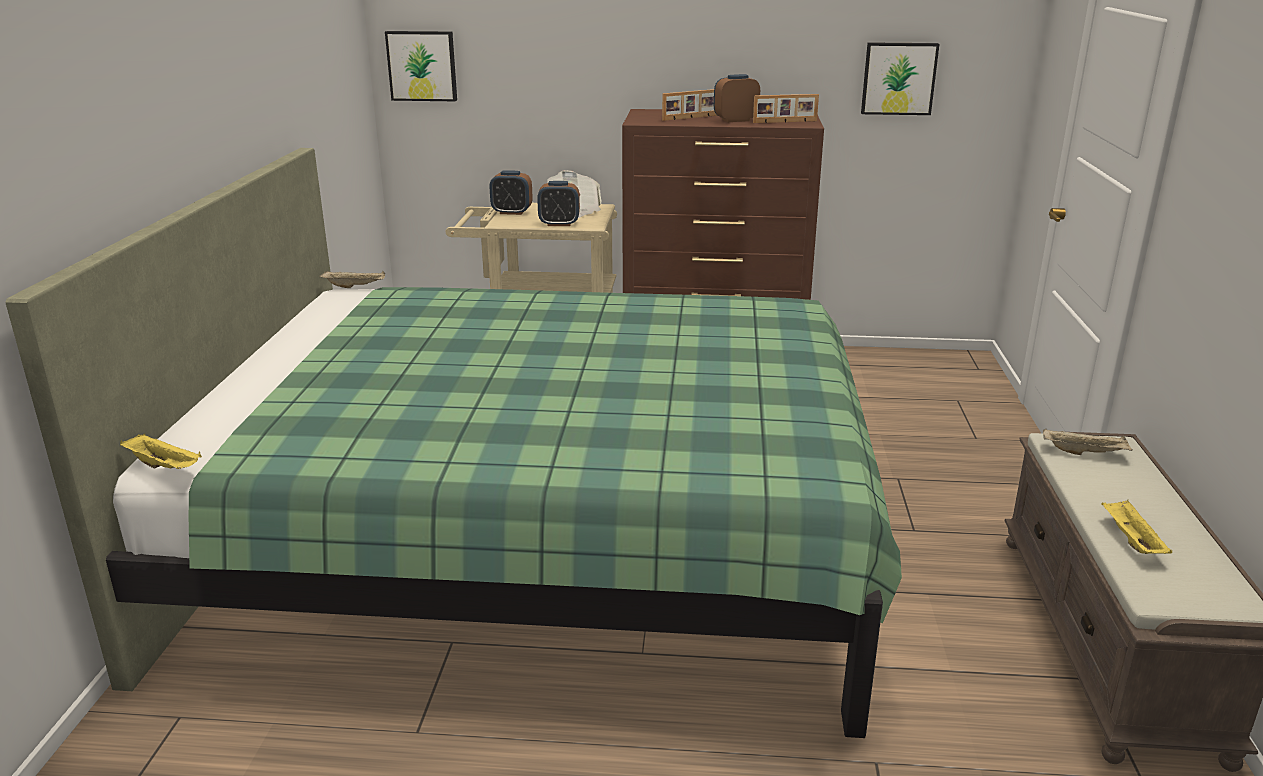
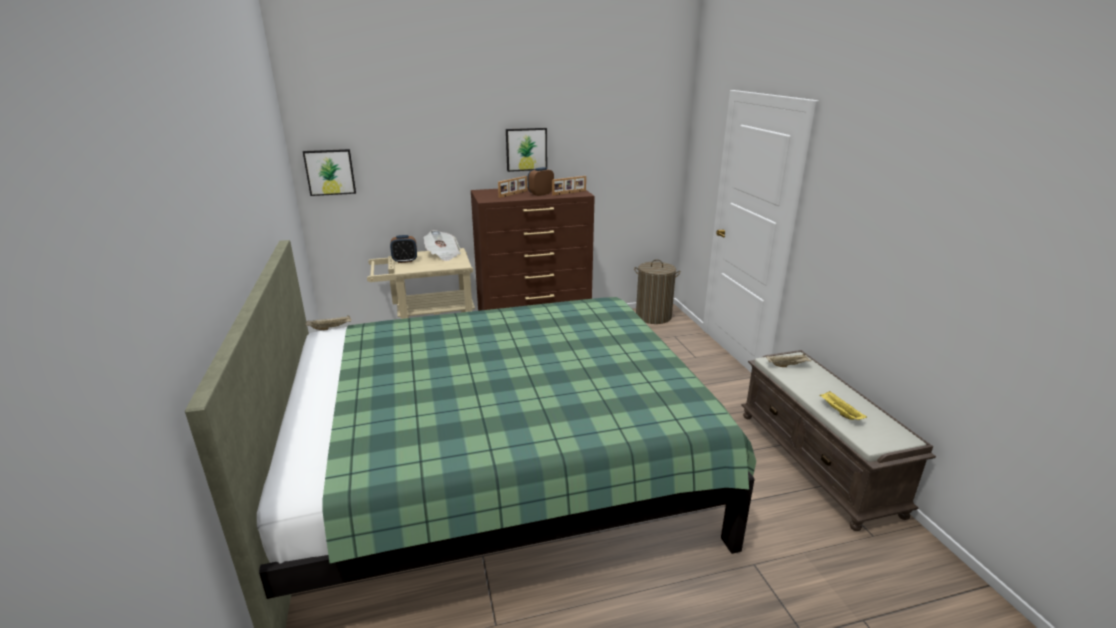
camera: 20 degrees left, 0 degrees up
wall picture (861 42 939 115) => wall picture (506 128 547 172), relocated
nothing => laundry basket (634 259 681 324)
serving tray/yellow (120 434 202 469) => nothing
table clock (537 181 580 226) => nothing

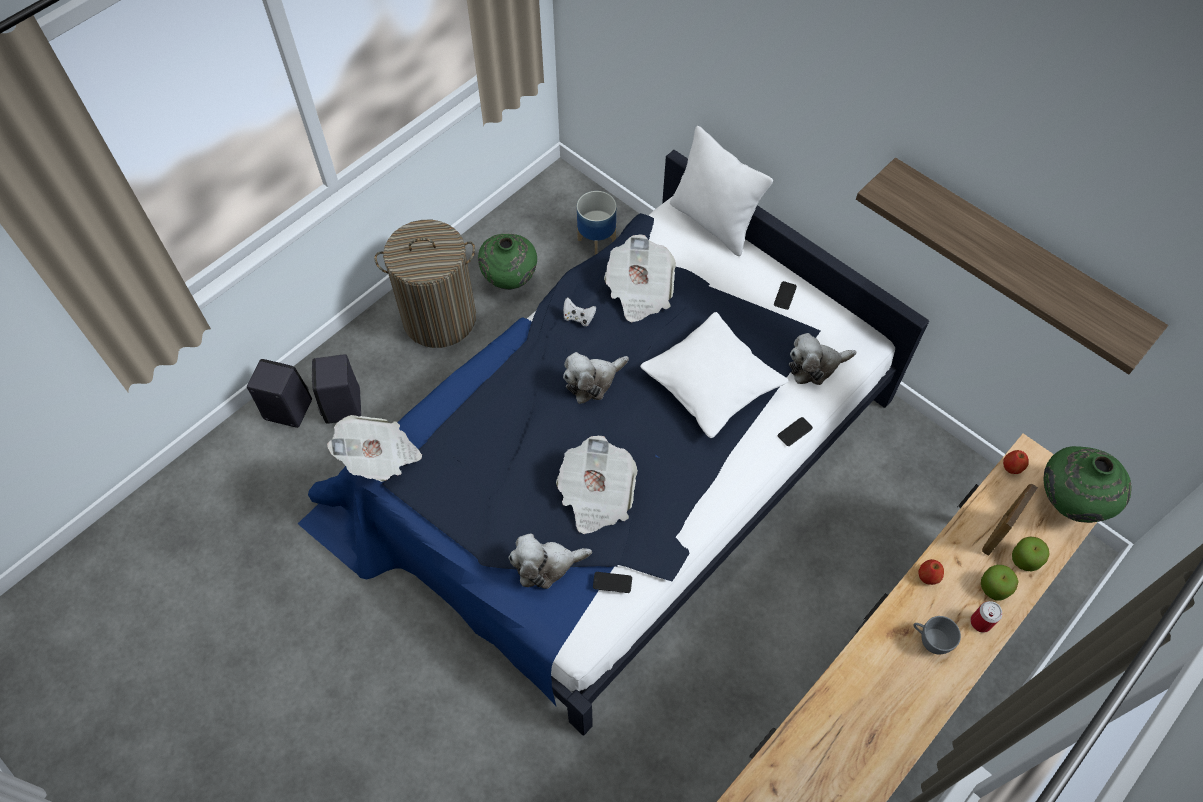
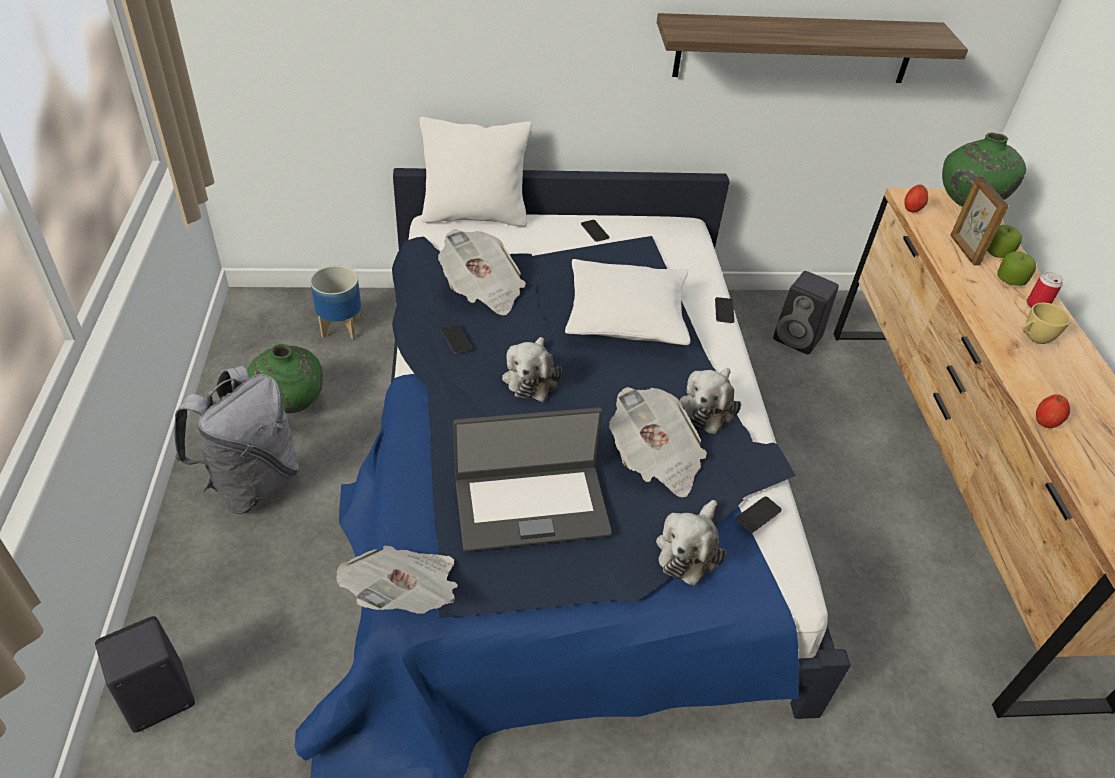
camera: 50 degrees left, 15 degrees down
laundry basket (374 220 476 348) => knapsack/grey (174 366 300 514)
gamepad/white-coloured (563 297 596 326) => handset (441 324 472 354)
nothing => notebook computer (453 407 612 552)
soft toy (789 333 856 385) => soft toy (680 368 741 434), relocated
audio speaker/black-coloured (311 354 361 424) => audio speaker/black-coloured (773 271 839 355), relocated
cup/grey (914 616 961 654) => cup/yellow (1022 303 1071 344)
apple fruit (918 559 944 585) => apple fruit (1036 394 1070 428), relocated

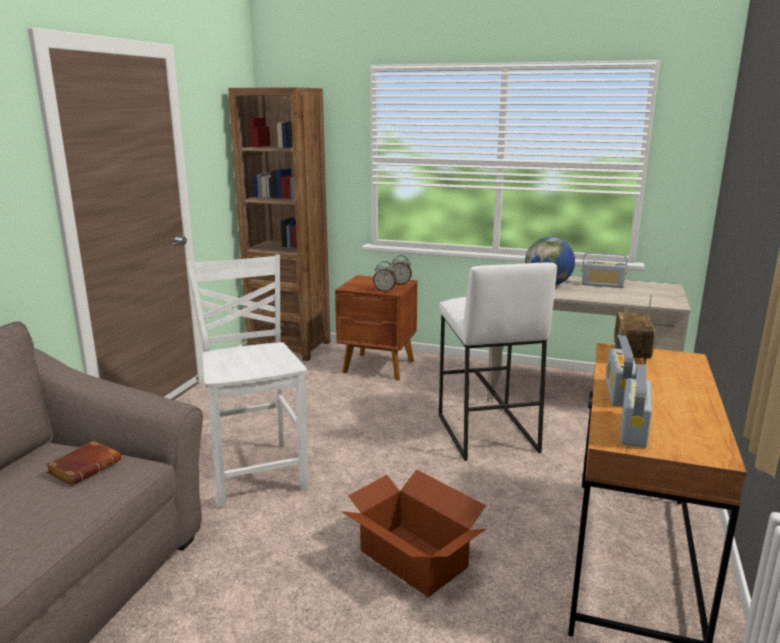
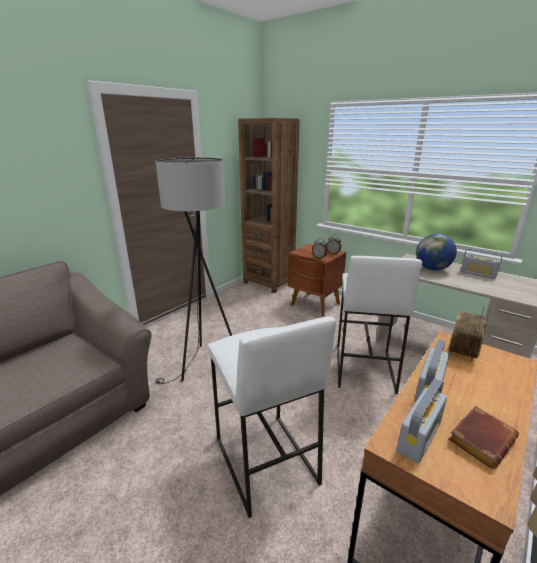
camera: 20 degrees right, 5 degrees up
plain chair/white-coloured (186 255 309 508) => floor lamp/grey (155 158 232 384)
packing box (341 469 486 597) => stool/white-coloured (208 316 336 518)
book/brown-coloured (45 441 121 486) => book/brown-coloured (448 406 519 469), relocated

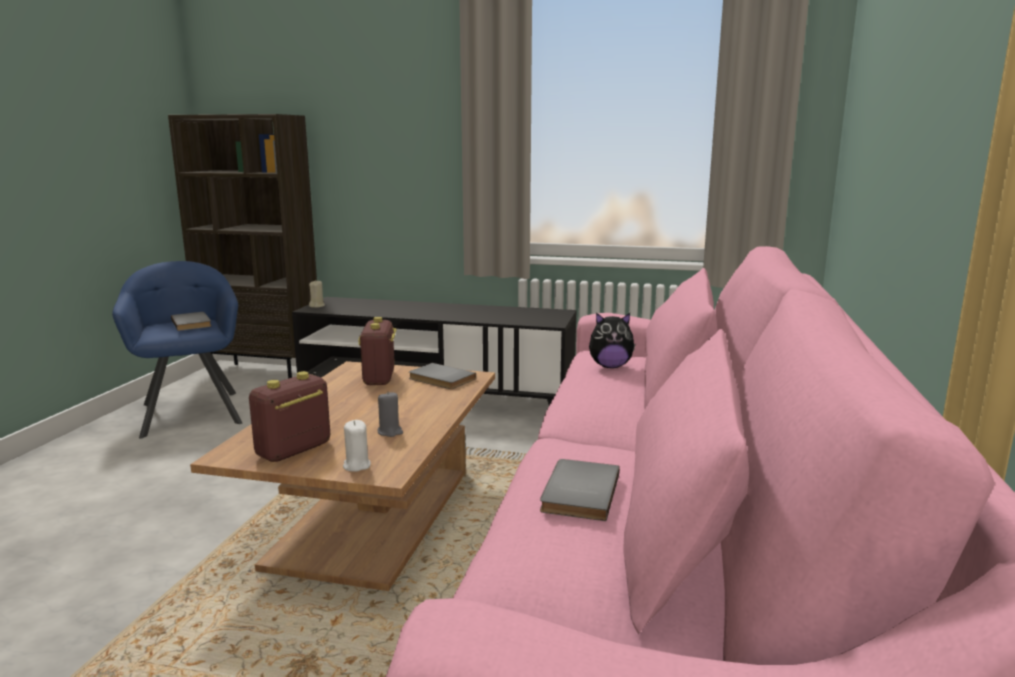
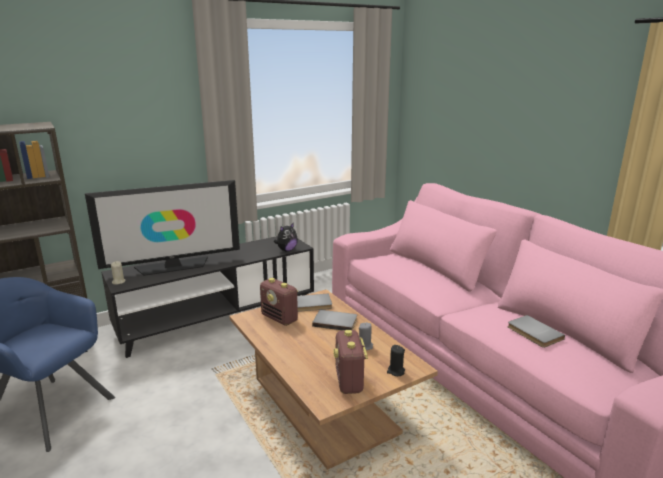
camera: 45 degrees left, 5 degrees up
nothing => television (85 180 240 276)
soft toy (589 313 636 368) => soft toy (274 223 298 251), relocated
book/grey (171 312 211 331) => book/grey (312 310 357 330), relocated
candle/white-coloured (343 420 371 472) => candle/black-coloured (387 345 405 376)

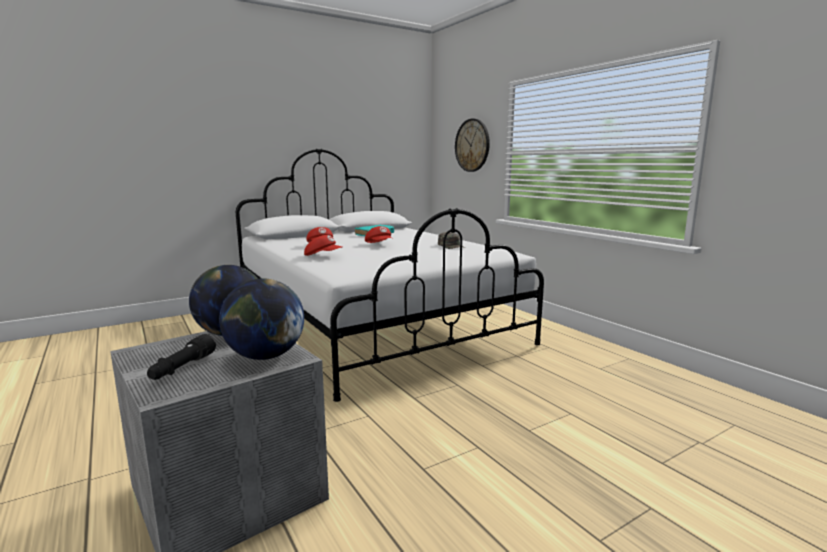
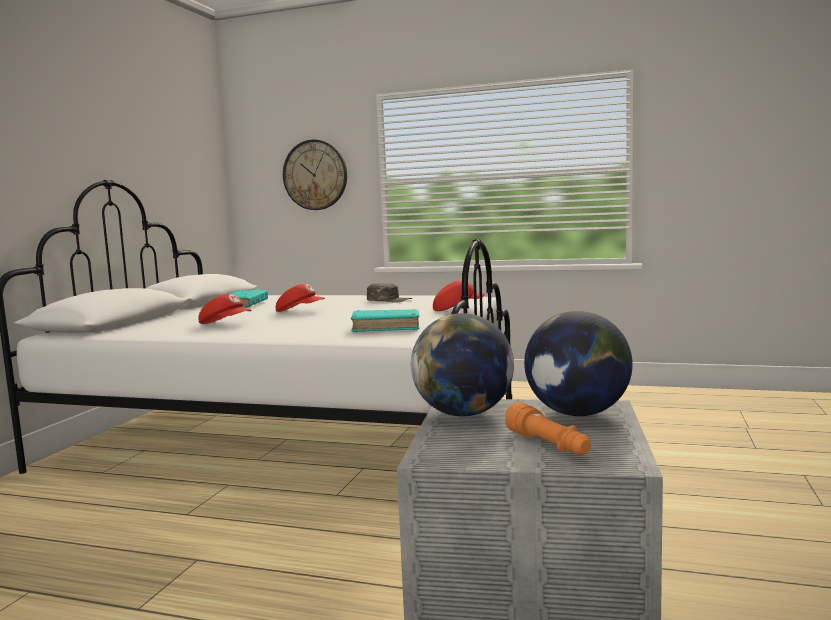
camera: 40 degrees left, 5 degrees down
nothing => book/turquoise (351 309 419 332)
peaked cap/reddish (304 235 342 256) => peaked cap/reddish (433 280 485 311), relocated
flashlight/black-coloured (147 334 216 380) => flashlight/orange-coloured (505 402 591 455)

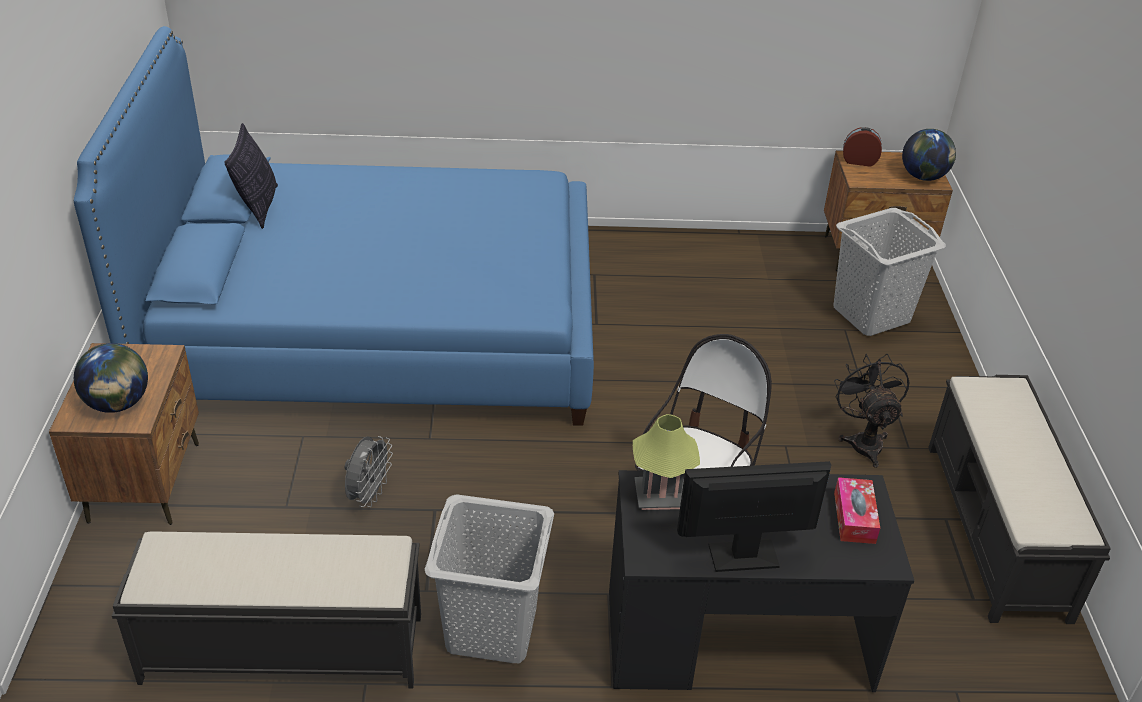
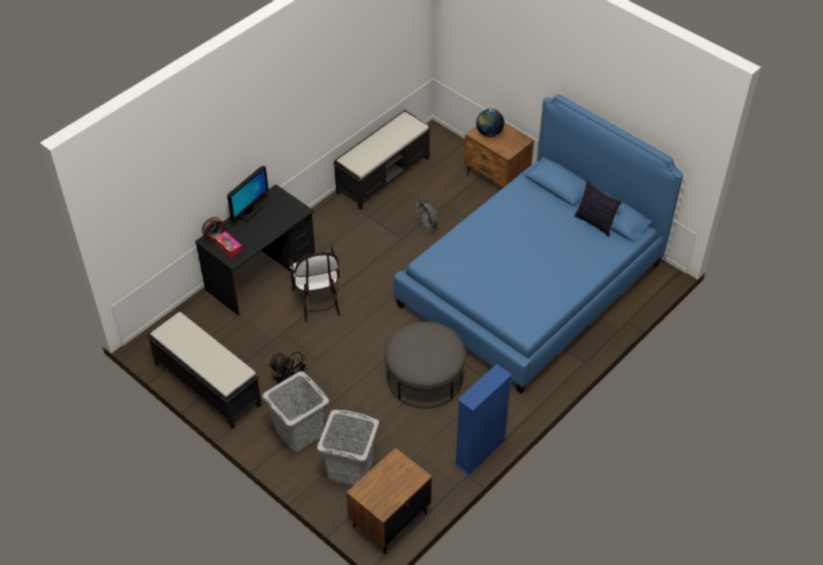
camera: 135 degrees right, 10 degrees up
table clock (843 127 882 167) => table clock (202 217 226 242), relocated
laundry basket/grey (425 494 554 663) => laundry basket/grey (263 371 329 452), relocated
nothing => ottoman/grey (385 322 466 408)
nothing => bookshelf/blue (454 364 512 476)
lamp for a table (633 414 700 510) => nothing
desk globe (902 129 956 181) => nothing

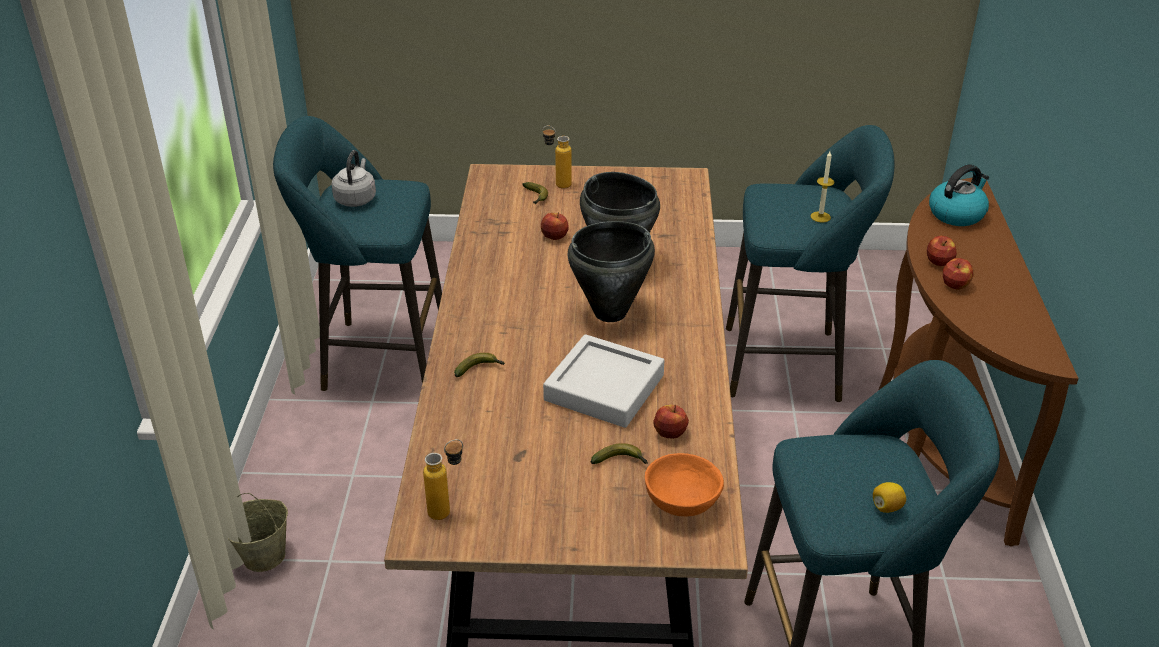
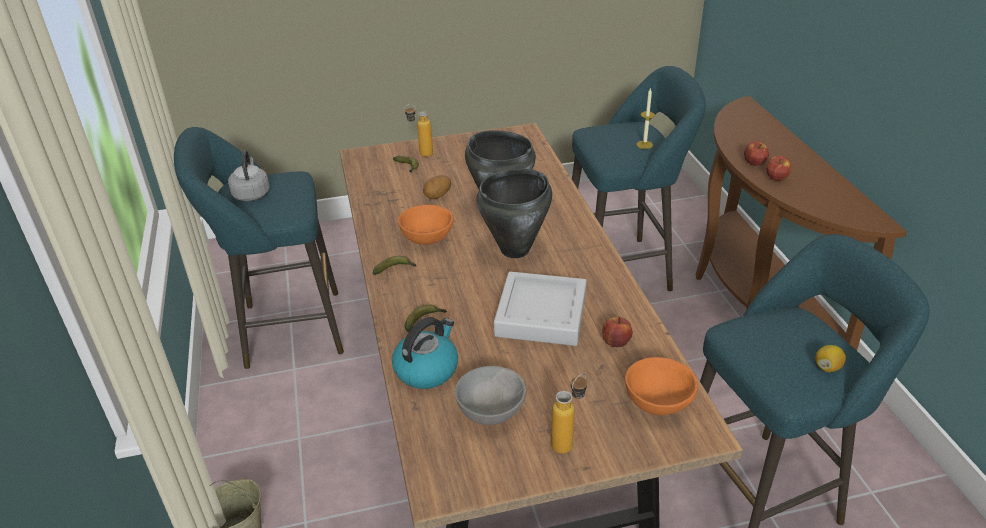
camera: 15 degrees left, 0 degrees up
banana (591 443 648 464) => banana (373 256 416 275), relocated
water kettle (929 164 989 226) => water kettle (392 317 458 389), relocated
nothing => serving bowl/orange-coloured (398 205 453 245)
apple fruit (541 212 569 240) => potato (423 175 451 199)
nothing => serving bowl/grey (455 366 527 425)
beverage bottle (423 439 463 520) => beverage bottle (551 374 587 454), relocated

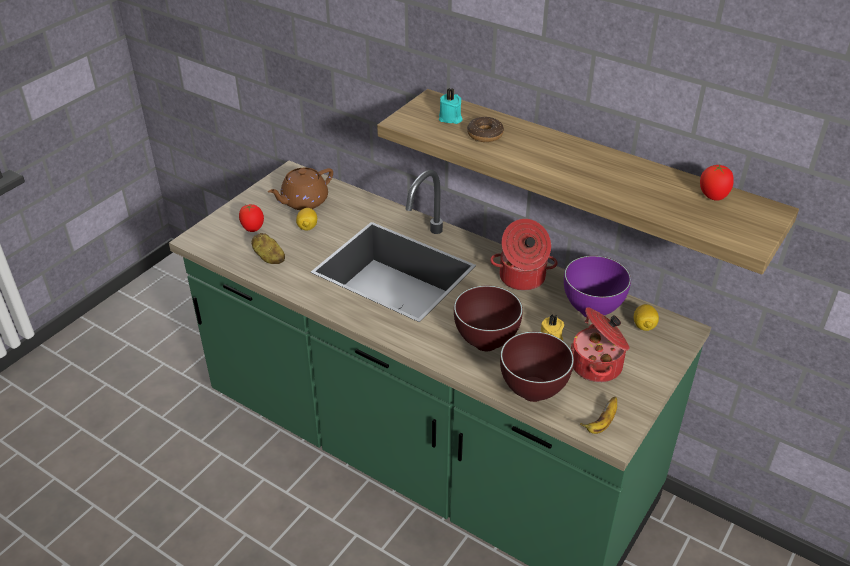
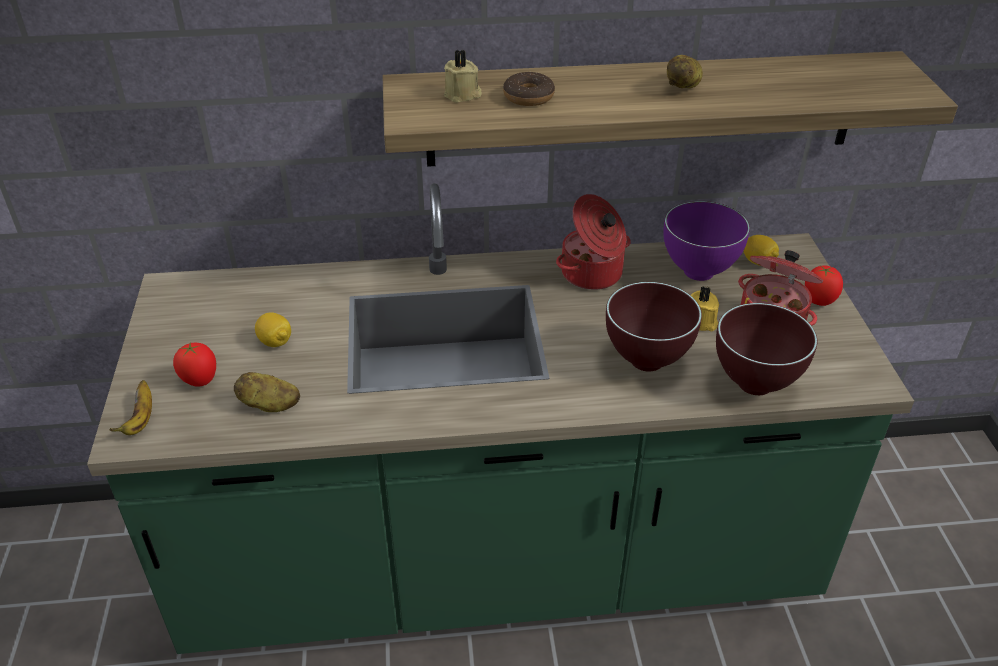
camera: 40 degrees left, 0 degrees up
banana (580 397 617 434) => banana (109 380 152 435), relocated
candle/turquoise (439 88 463 124) => candle/beige (444 49 482 103)
nothing => potato (667 55 703 88)
whole tomato (700 165 734 201) => whole tomato (805 266 843 306), relocated
teapot/brown-coloured (268 168 333 210) => nothing

